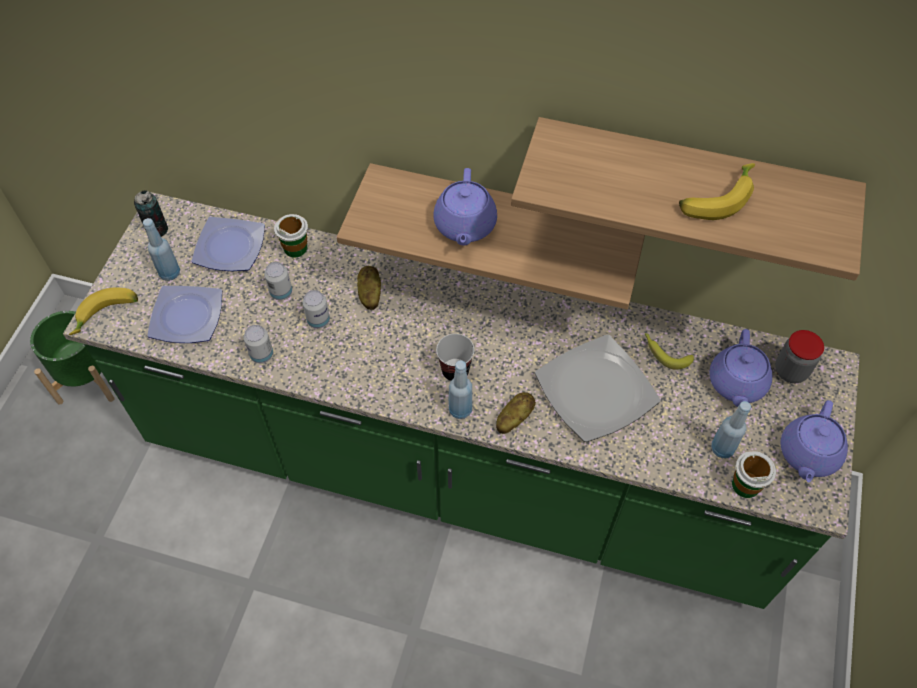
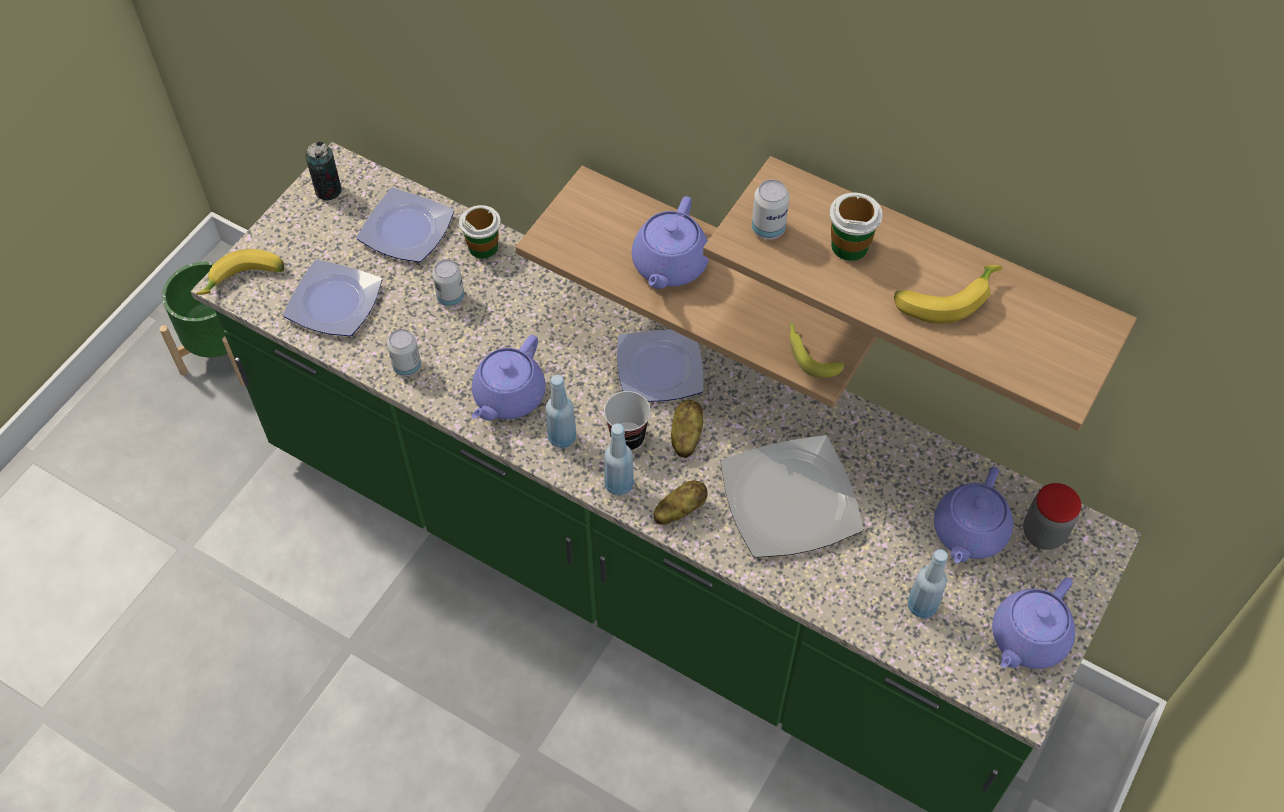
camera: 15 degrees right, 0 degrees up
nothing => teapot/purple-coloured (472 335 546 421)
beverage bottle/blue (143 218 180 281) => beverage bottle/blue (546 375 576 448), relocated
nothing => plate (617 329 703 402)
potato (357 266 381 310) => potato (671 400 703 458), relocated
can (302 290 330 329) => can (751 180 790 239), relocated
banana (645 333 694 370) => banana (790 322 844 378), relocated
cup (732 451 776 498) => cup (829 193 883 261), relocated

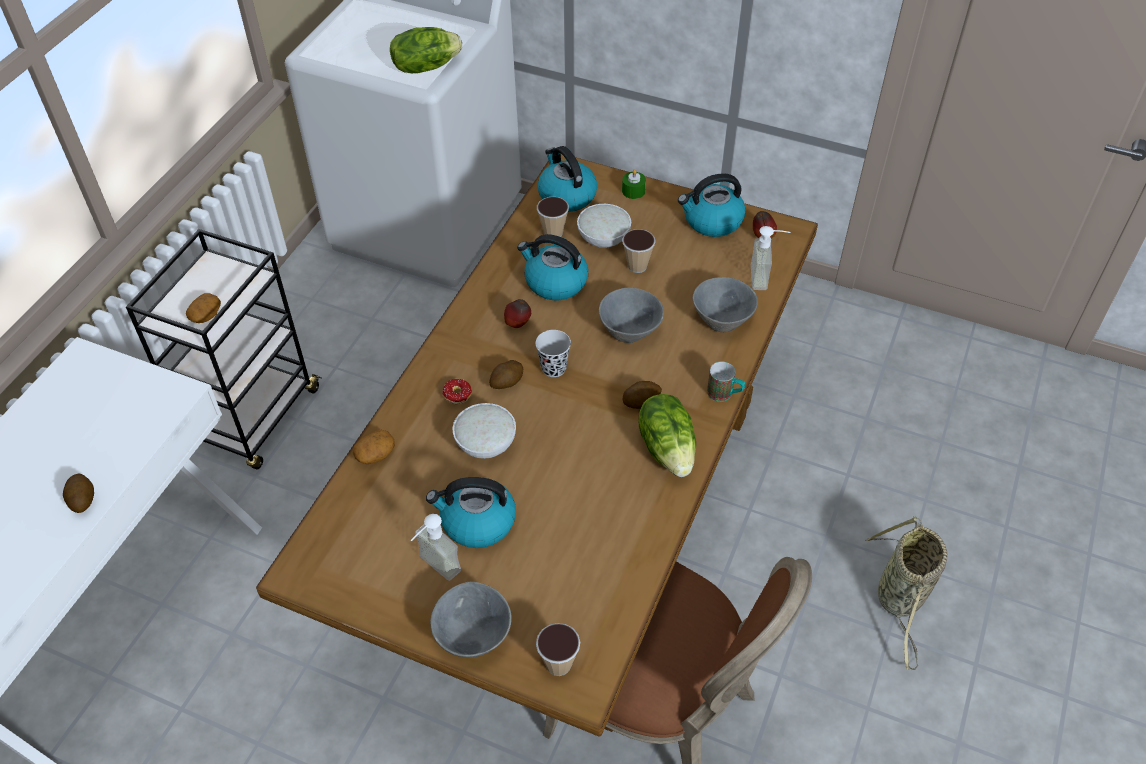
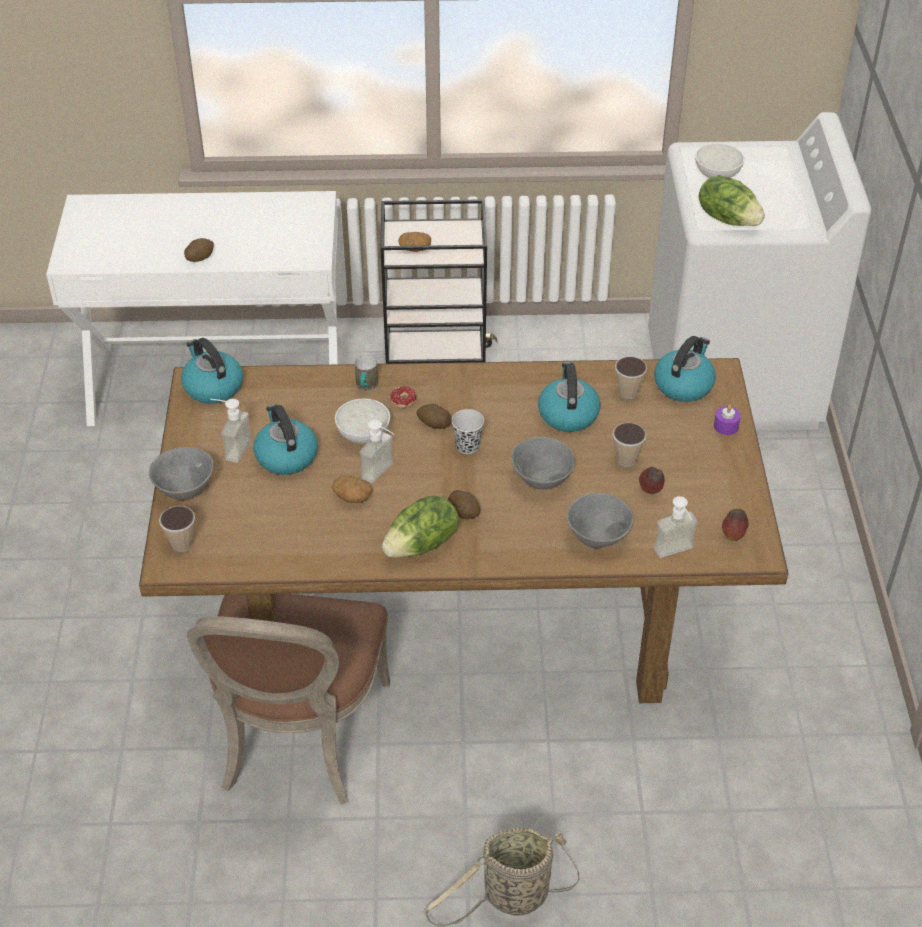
camera: 65 degrees right, 5 degrees down
water kettle (678 173 746 237) => water kettle (181 338 243 404), relocated
potato (353 430 395 464) => potato (332 476 372 503), relocated
coffee mug (707 362 745 402) => coffee mug (355 355 378 391), relocated
nothing => liquid soap bottle (360 419 394 483)
apple fruit (504 299 531 328) => apple fruit (639 467 664 494), relocated
serving bowl/white-coloured (577 204 631 248) => serving bowl/white-coloured (695 143 745 178), relocated
candle/green-coloured (622 169 646 199) => candle/purple-coloured (714 404 741 435)

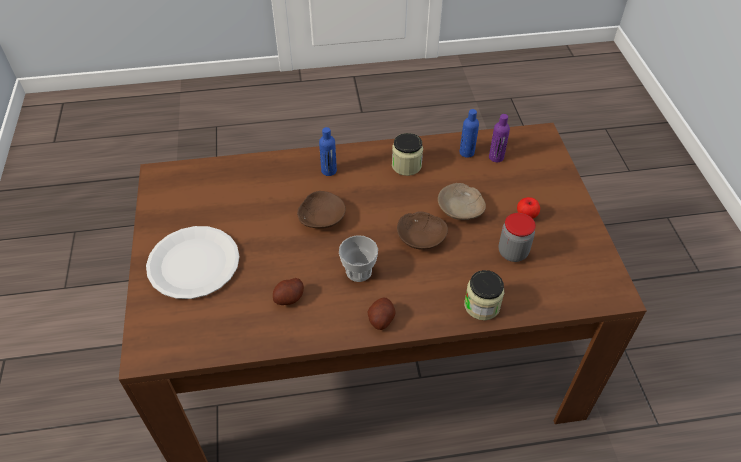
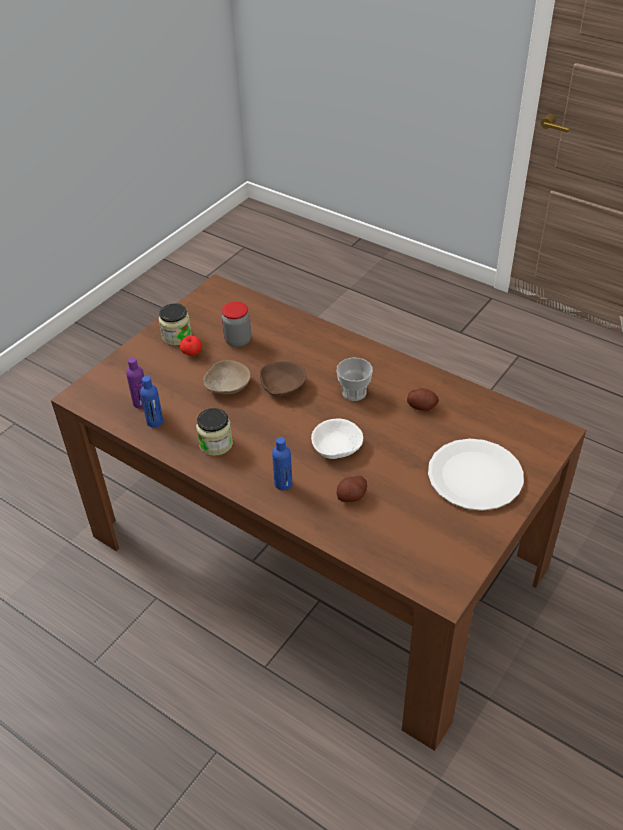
camera: 135 degrees left, 5 degrees down
storage jar (464 270 504 320) => storage jar (159 303 192 346), relocated
serving bowl/brown-coloured (297 191 346 229) => serving bowl/white-coloured (311 419 363 459)
potato (368 298 395 330) => potato (337 475 367 502), relocated

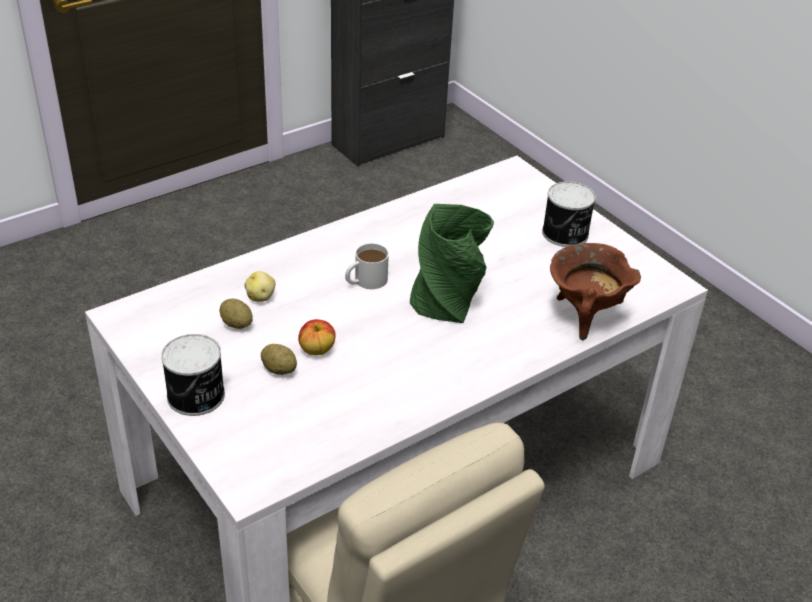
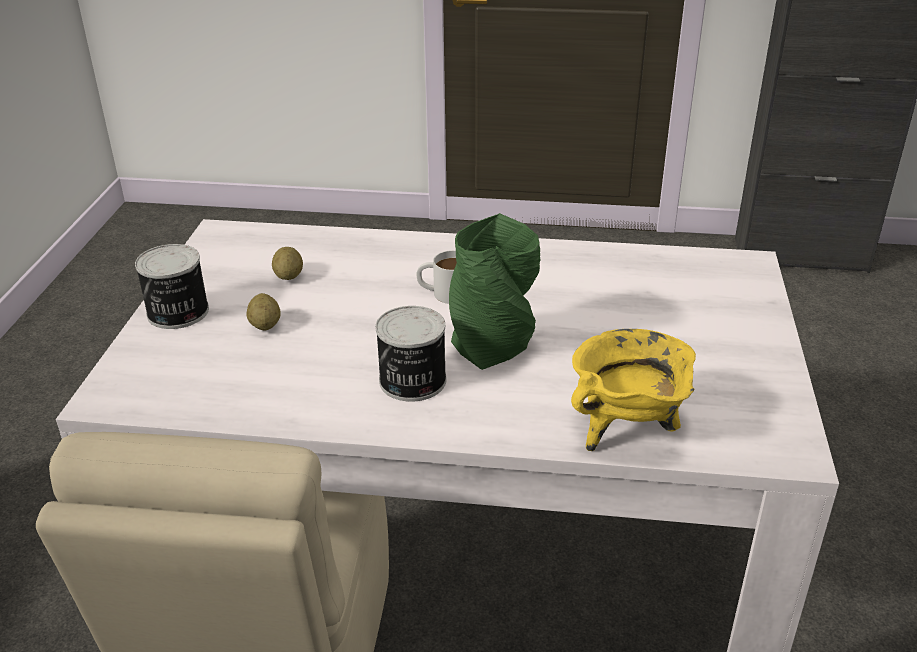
camera: 45 degrees right, 5 degrees down
can (542 181 596 247) => can (375 306 446 402), relocated
cooking pot/brown-coloured (550 243 641 340) => cooking pot/yellow (571 329 696 451)
potato (245 271 275 302) => nothing
apple fruit (298 319 336 355) => nothing

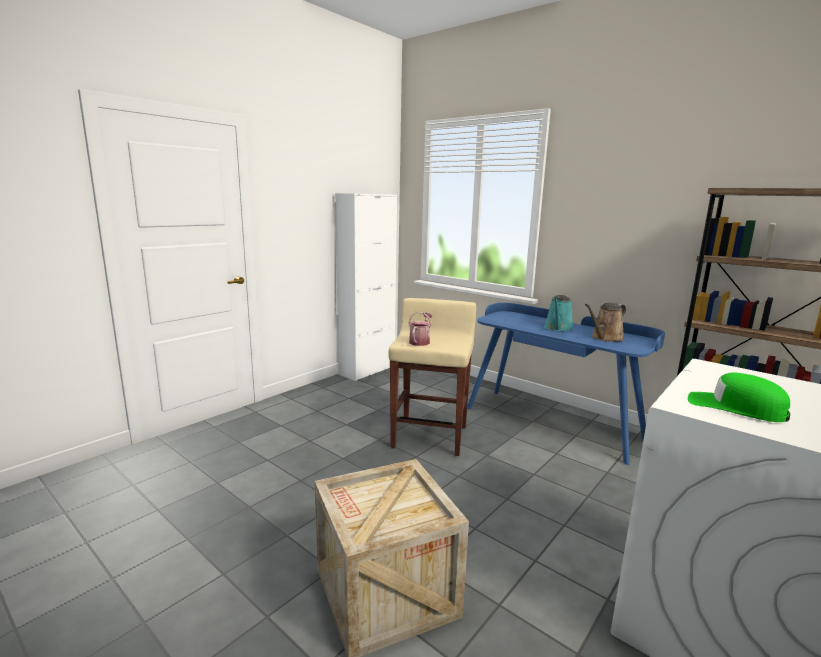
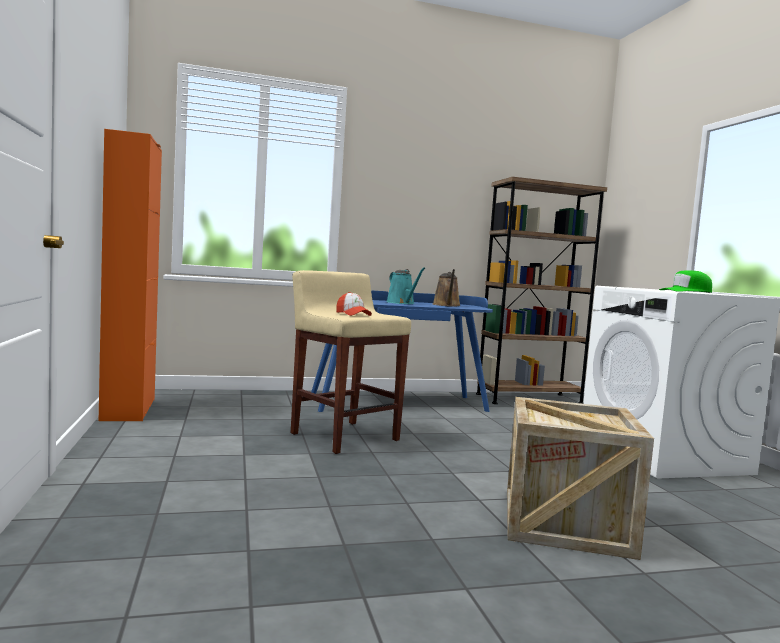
camera: 55 degrees left, 10 degrees down
cabinet/white-coloured (335 193 397 381) => cabinet/orange-coloured (99 129 162 421)
sprinkling can (409 312 432 346) => peaked cap (336 292 372 316)

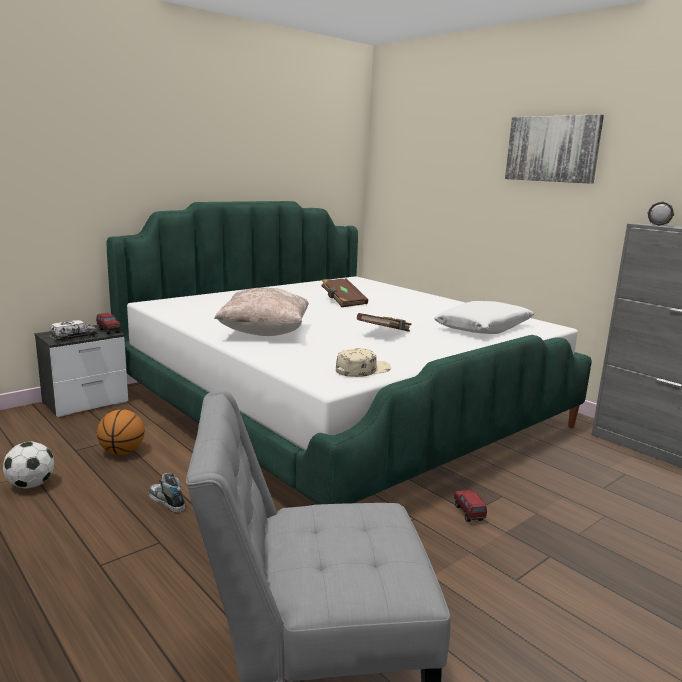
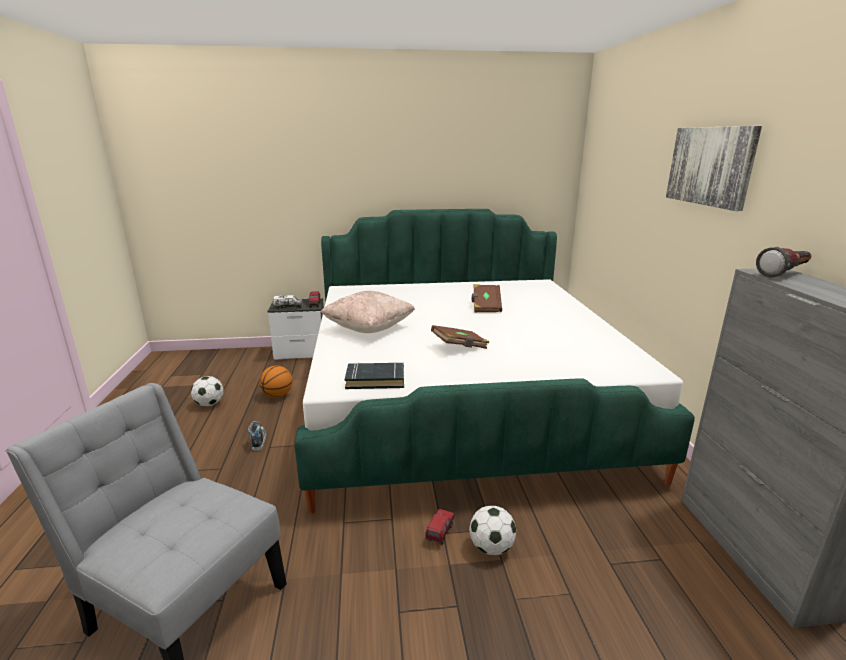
camera: 35 degrees right, 5 degrees up
peaked cap/beige (336 348 391 377) => book/black-coloured (345 362 404 389)
nothing => ball for football (469 506 516 555)
cushion/white-coloured (434 301 534 334) => nothing

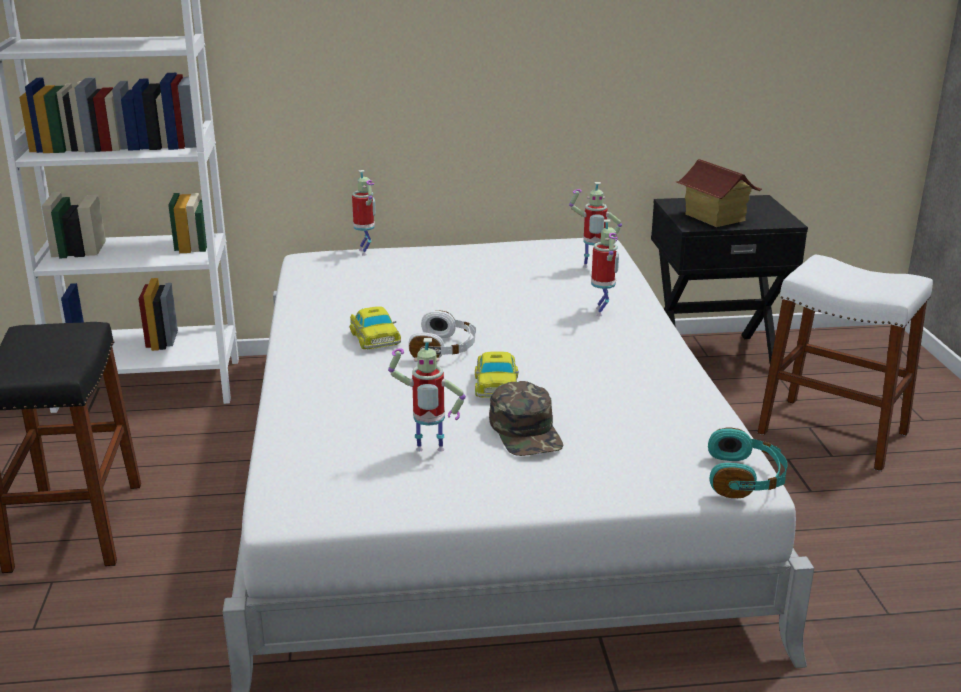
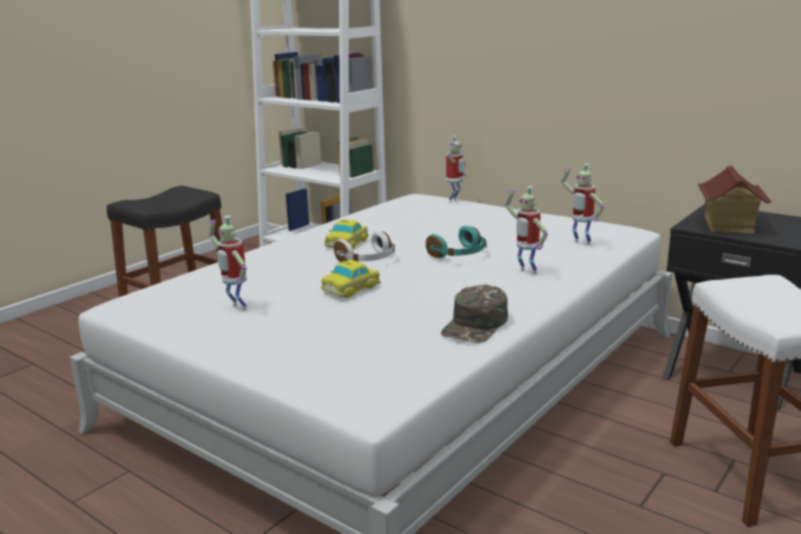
camera: 45 degrees right, 5 degrees down
pair of headphones/turquoise (708 428 788 498) => pair of headphones/turquoise (426 226 487 258), relocated
peaked cap/green-coloured (489 381 563 456) => peaked cap/green-coloured (441 284 508 343), relocated
toy robot (591 219 619 316) => toy robot (505 186 548 274), 90 degrees clockwise

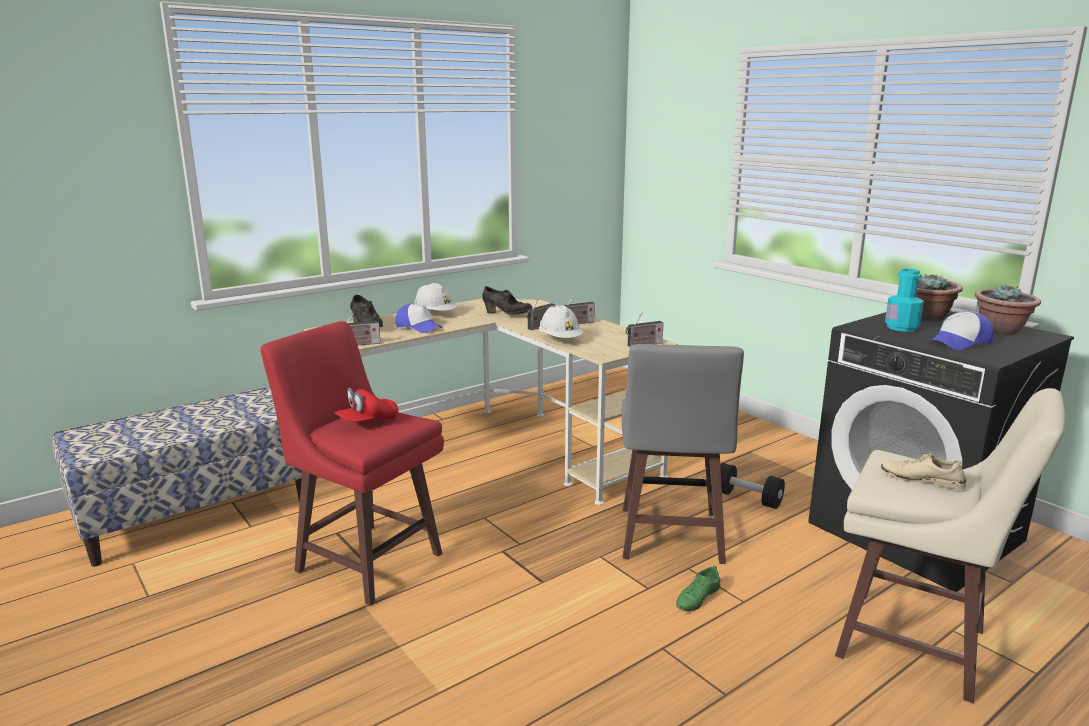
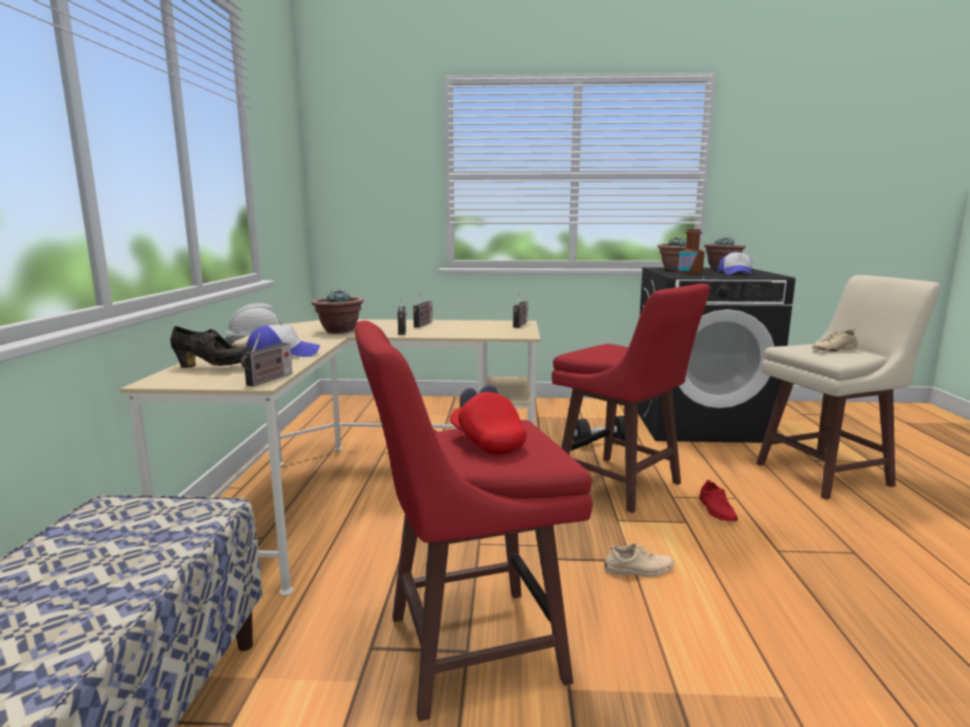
camera: 50 degrees left, 5 degrees down
shoe/black-coloured (482 286 532 314) => plant in a pot (311 289 364 334)
peaked cap/reddish (335 388 398 422) => peaked cap/reddish (450 385 527 454), 150 degrees clockwise
stool/grey (622 344 744 564) => stool/reddish (552 283 710 513)
nothing => shoe/beige (604 543 674 577)
beverage bottle/turquoise (885 269 924 332) => beverage bottle/brown-coloured (678 229 705 274)
shoe/green-coloured (676 565 720 612) => shoe/reddish (699 480 738 521)
hard hat/white-coloured (539 305 583 338) => nothing

